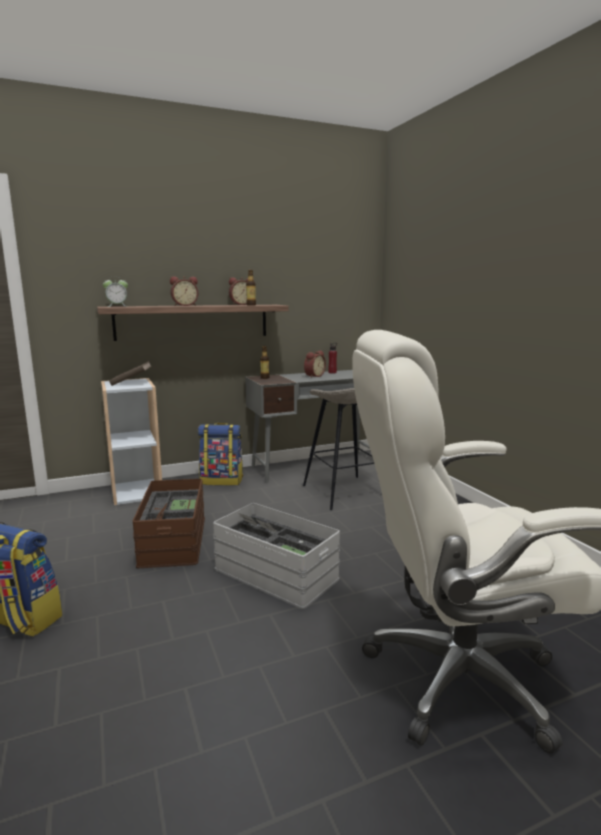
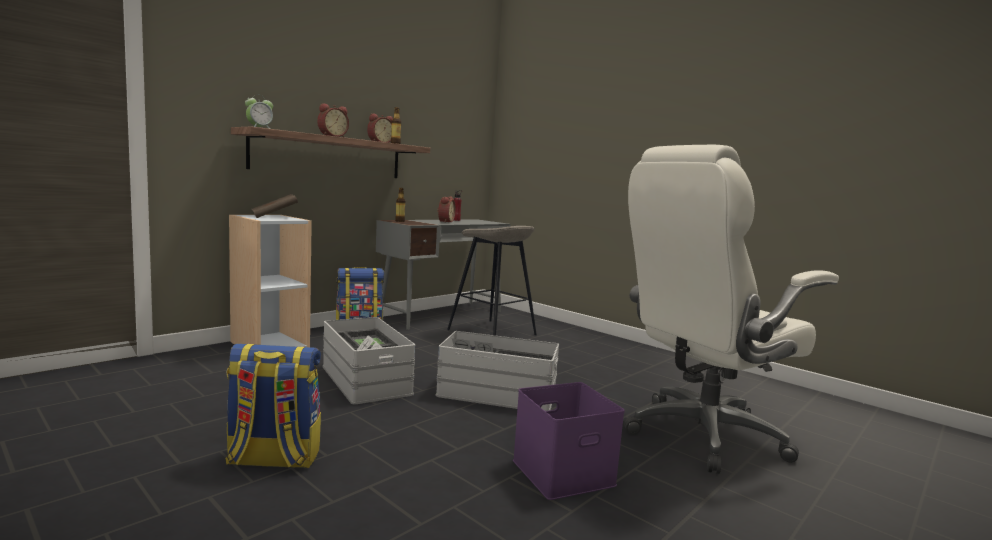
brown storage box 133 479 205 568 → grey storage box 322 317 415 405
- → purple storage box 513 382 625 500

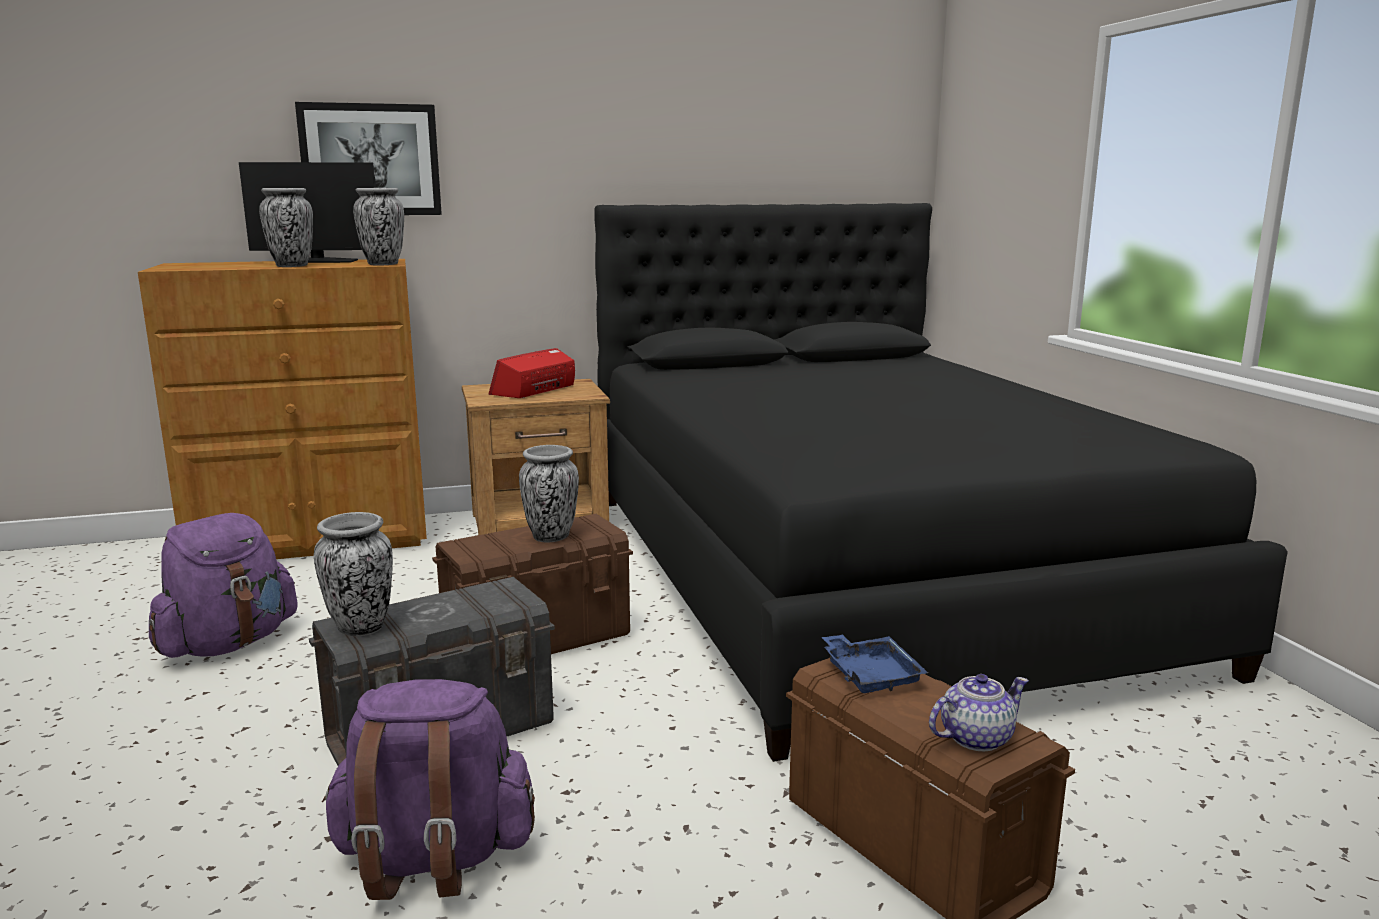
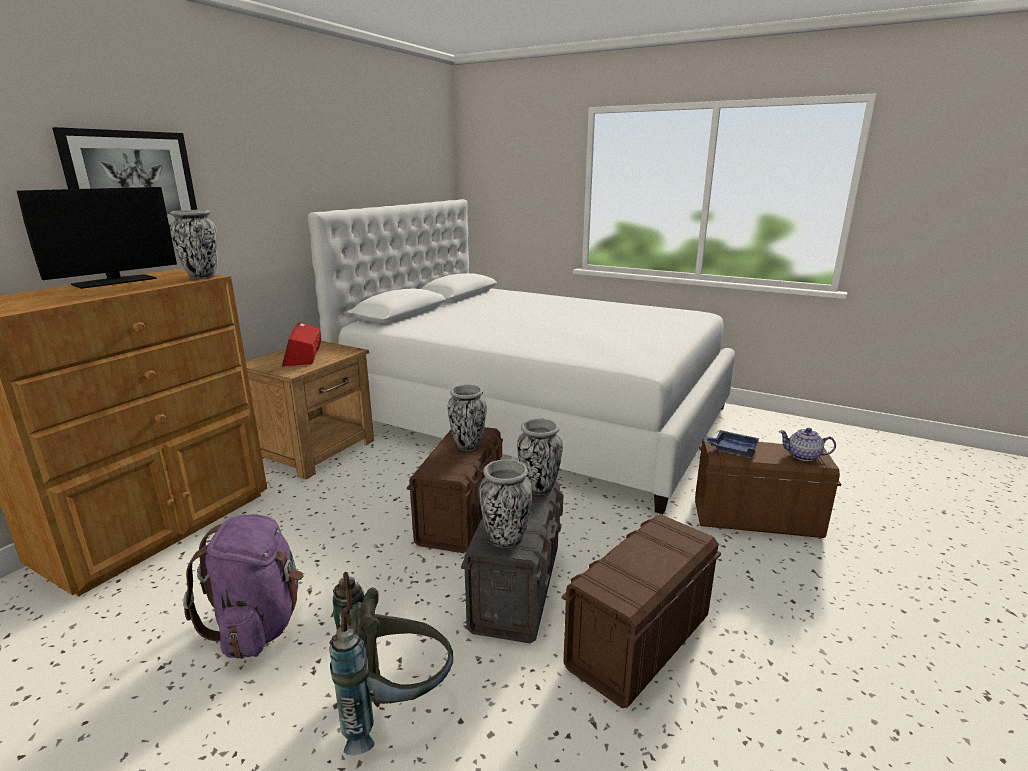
black bed 594 203 1288 762 → white bed 308 199 735 514
- → grey backpack 330 572 453 755
vase 259 188 313 267 → vase 517 418 563 495, shifted
purple backpack 322 679 535 900 → brown storage box 562 514 721 708
teapot 929 674 1029 751 → teapot 779 428 836 461, 90 degrees counterclockwise

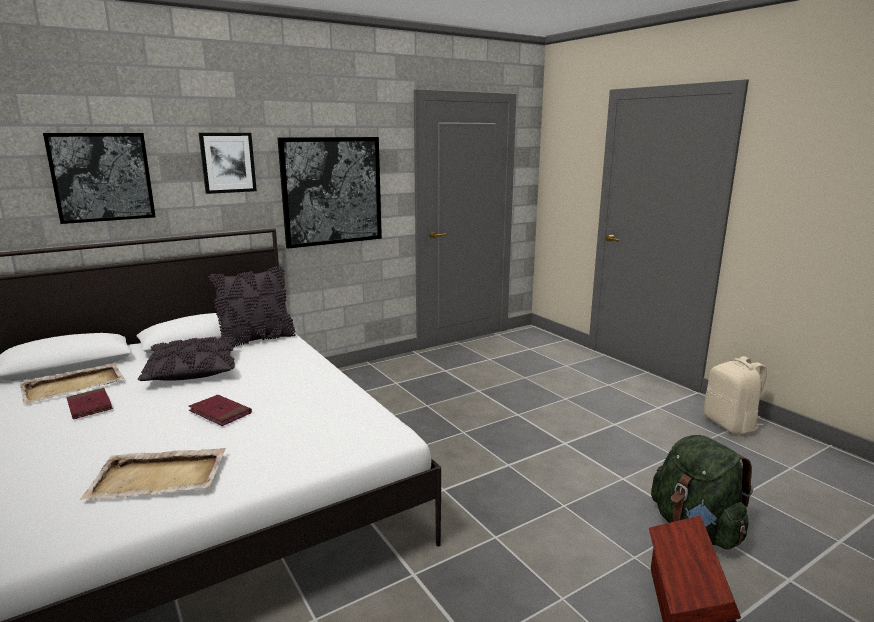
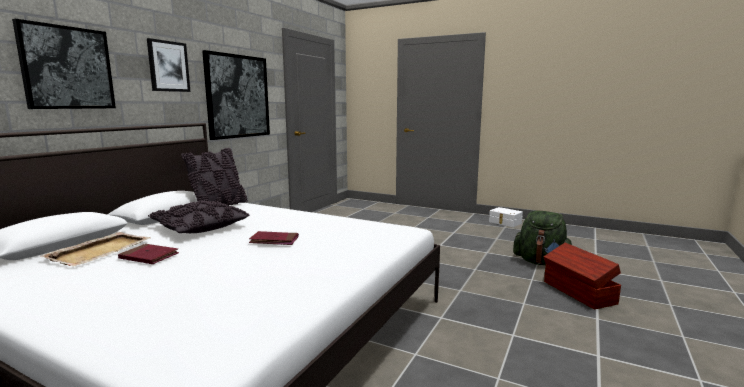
beige backpack 704 356 767 435 → white storage box 489 207 523 227
beige tray 80 448 226 500 → -

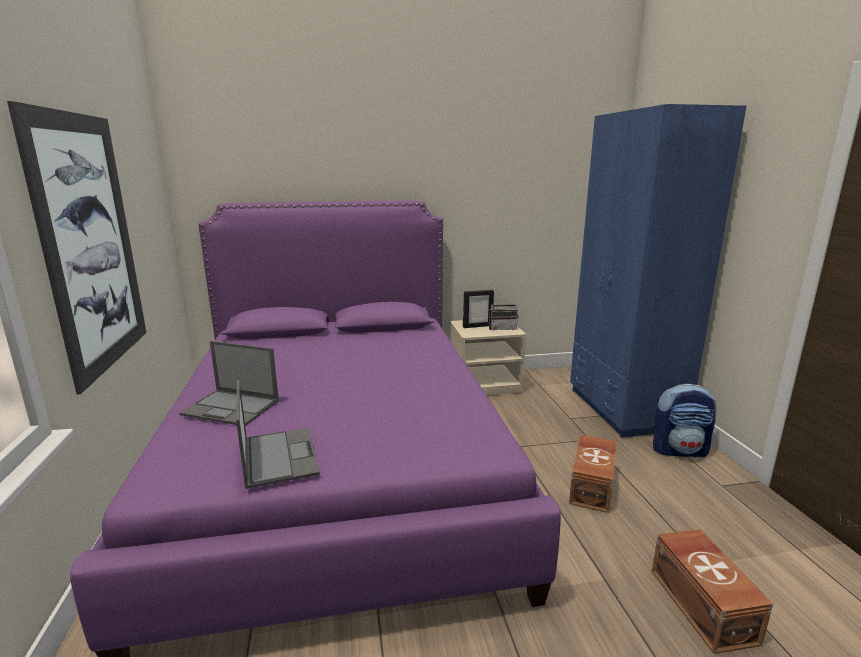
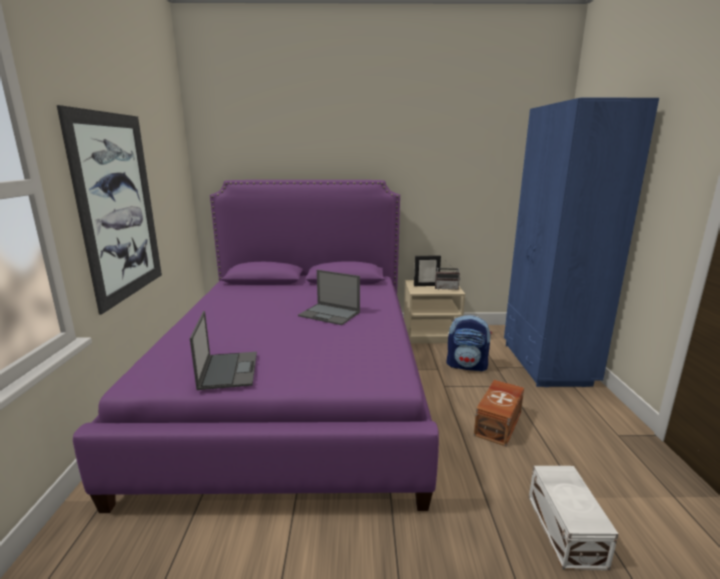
laptop 179 341 279 426 → laptop 298 270 360 325, shifted
backpack 653 383 717 458 → backpack 446 315 492 372, shifted
brown storage box 652 529 773 654 → white storage box 529 466 618 570

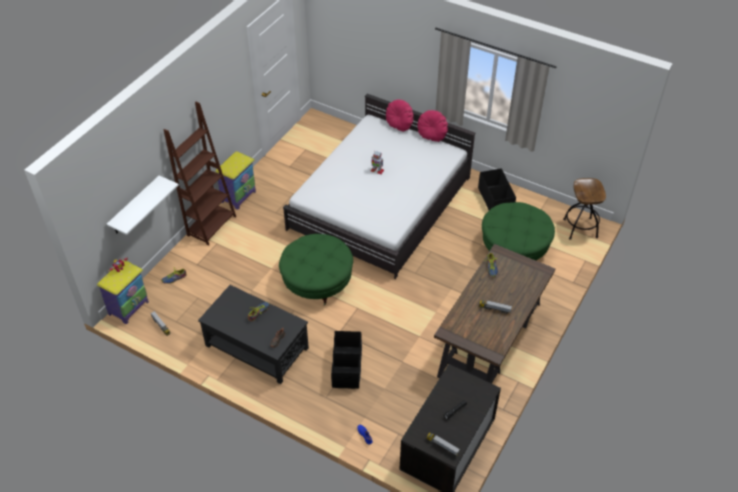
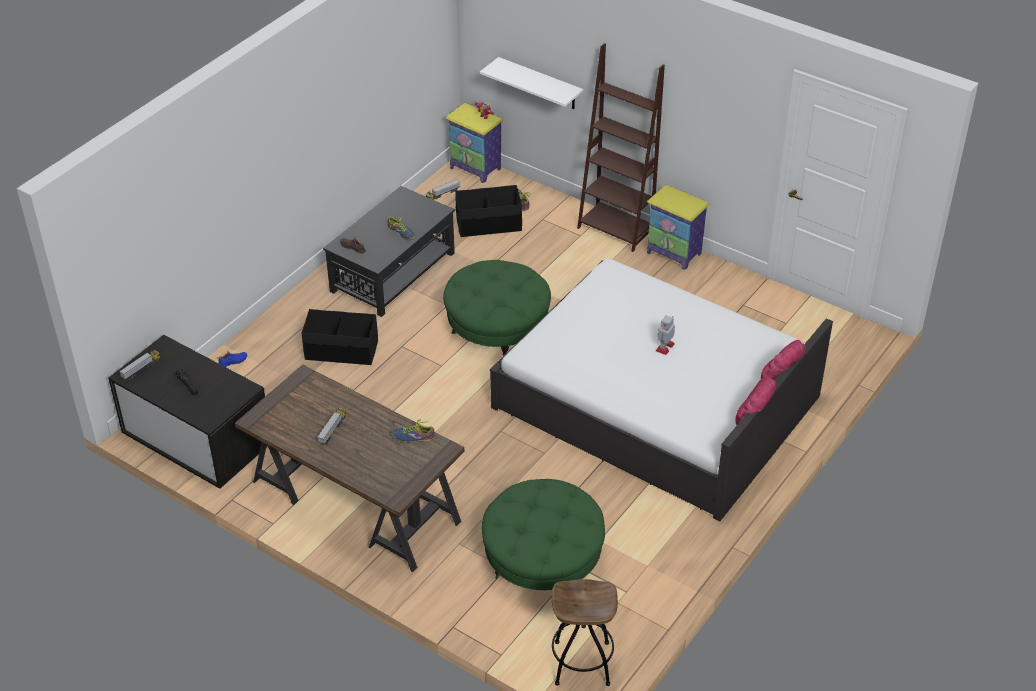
black storage box 478 168 516 210 → black storage box 455 185 522 237, shifted

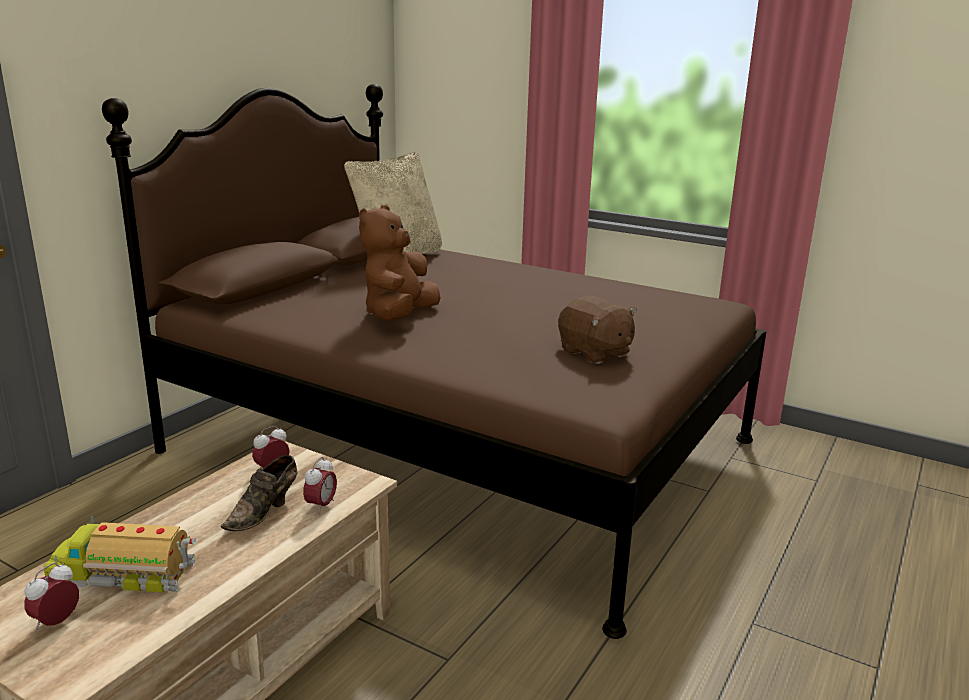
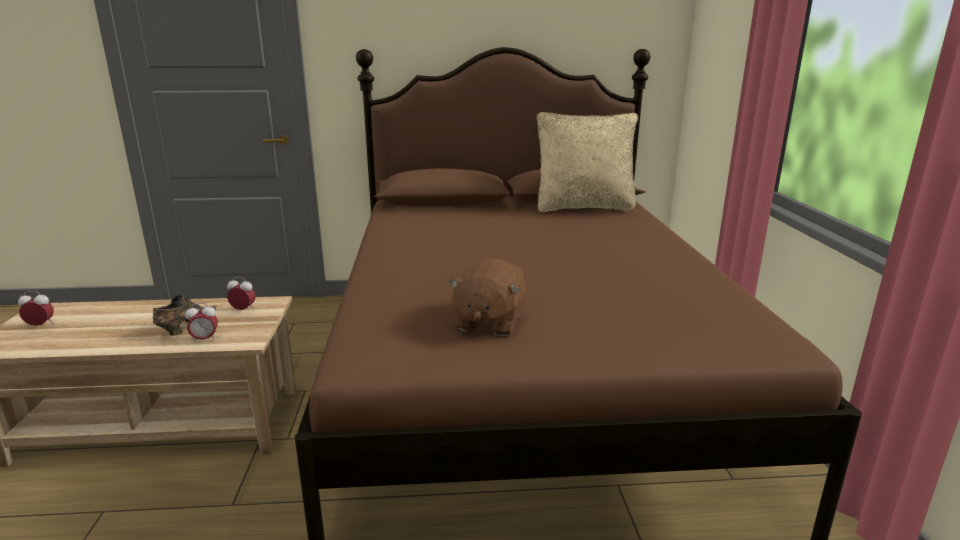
brown shoe 221 455 297 531 → brown shoe 153 295 217 336, 120 degrees clockwise
toy truck 43 516 196 592 → -
brown plush toy 359 205 440 321 → -

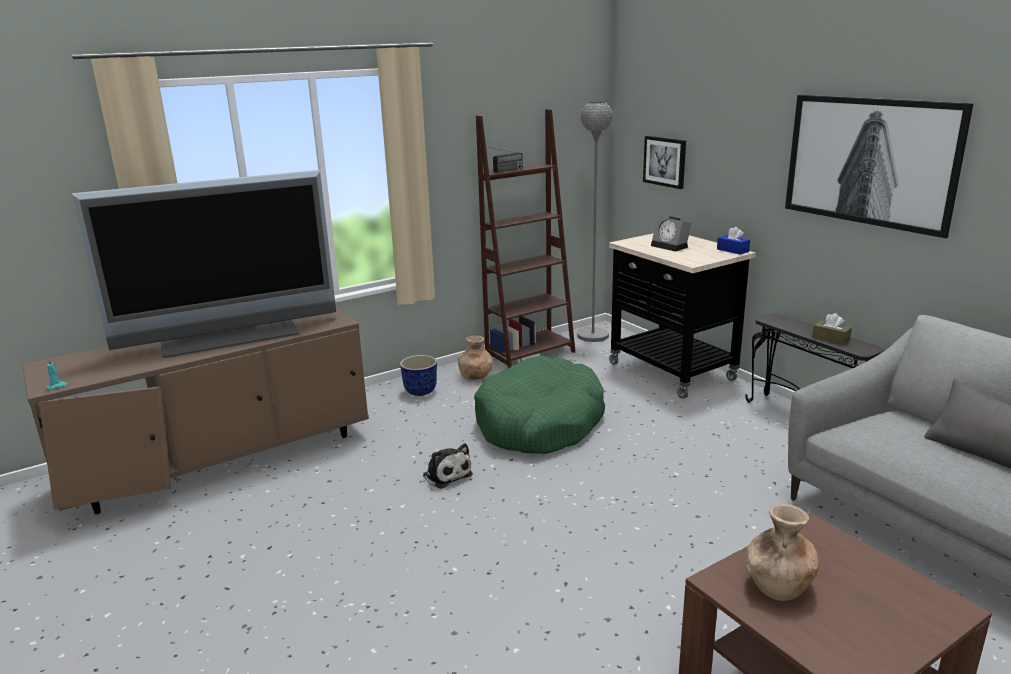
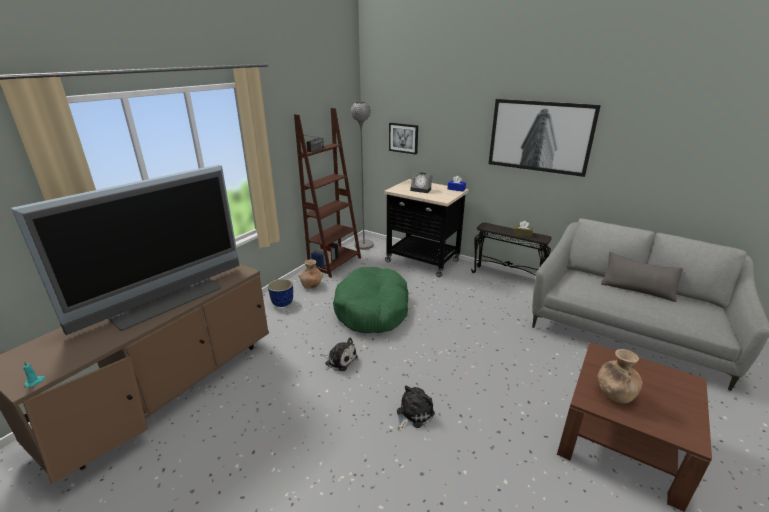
- → plush toy 397 385 435 431

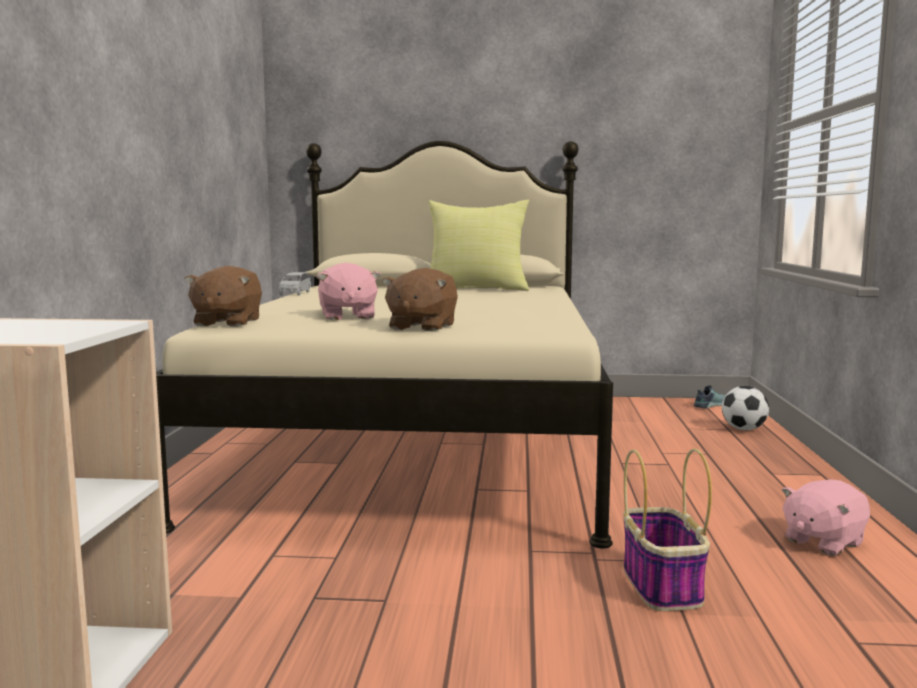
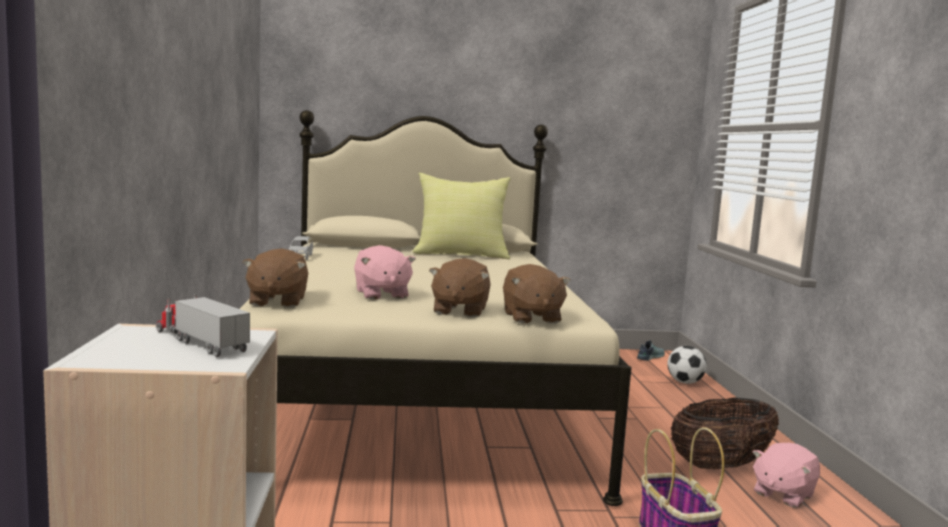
- → toy truck 156 293 250 357
- → brown plush toy 503 264 571 323
- → basket 671 398 779 469

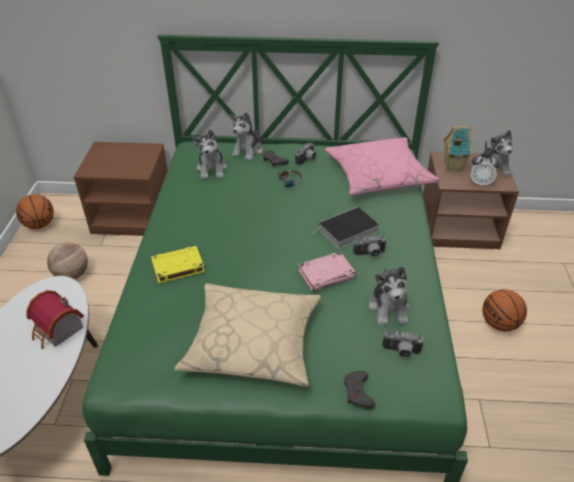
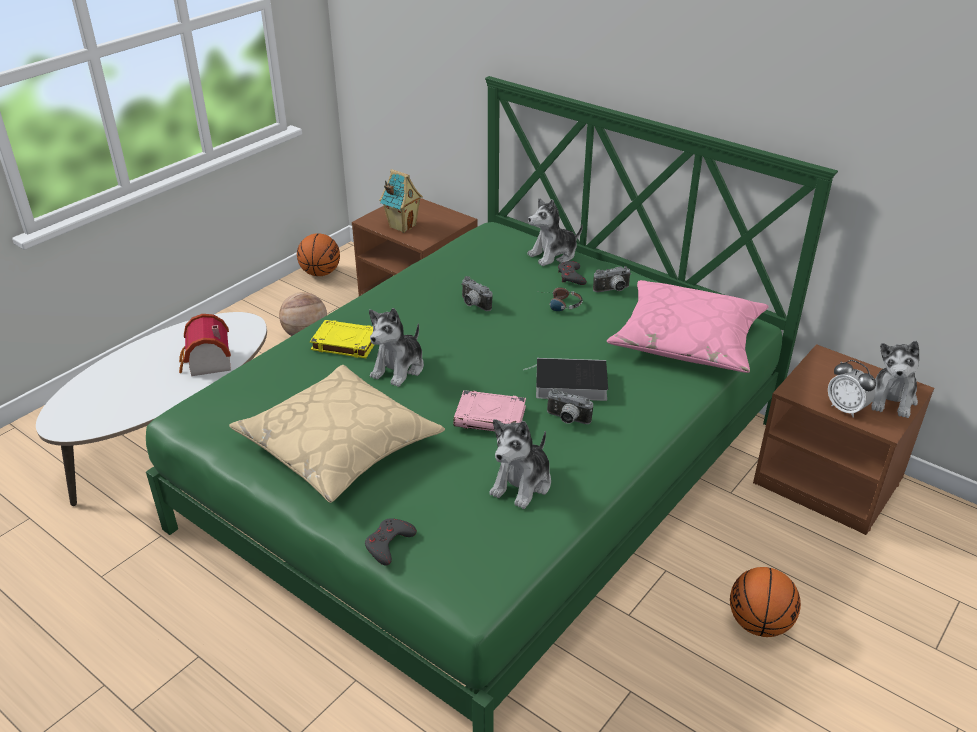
plush toy 192 129 227 179 → plush toy 369 308 424 387, shifted
toy house 443 126 472 171 → toy house 379 169 423 233, shifted
photo camera 382 329 424 358 → photo camera 461 276 493 311, shifted

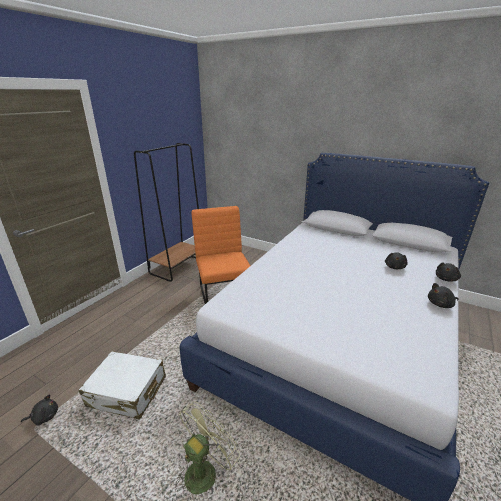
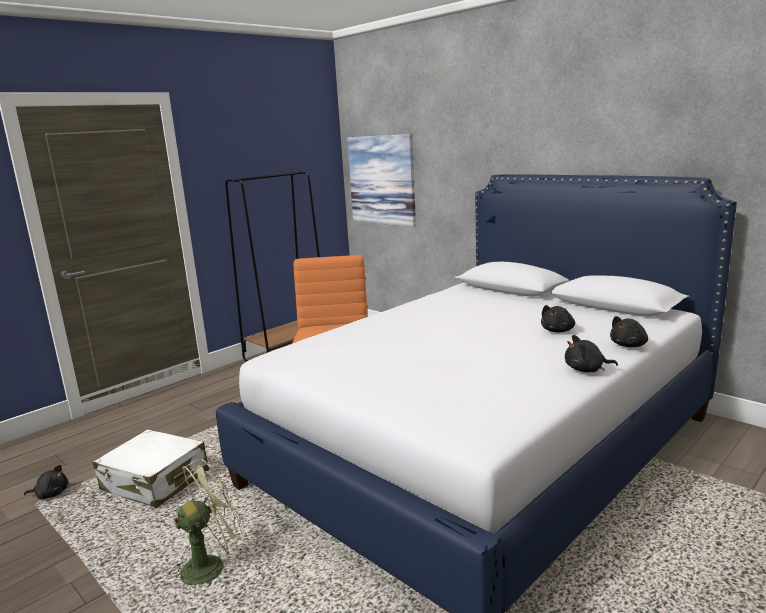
- → picture 347 134 416 227

